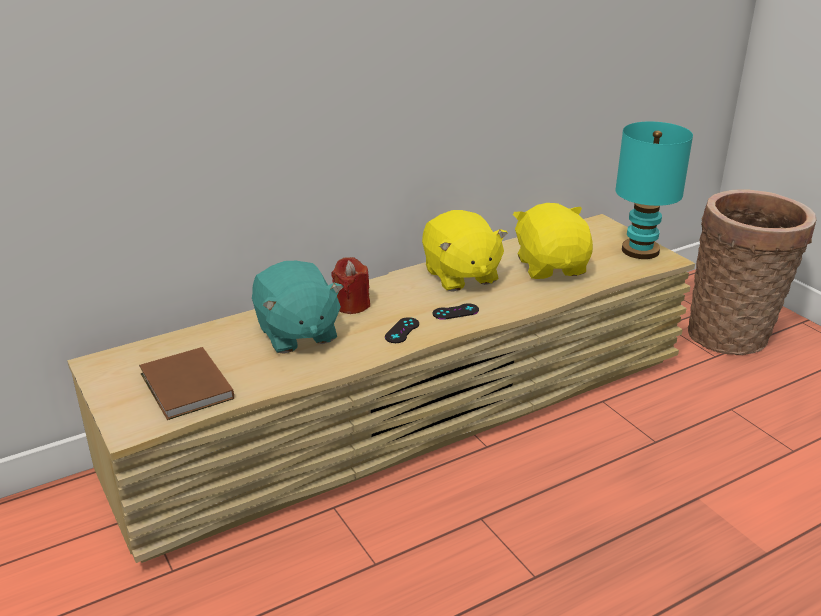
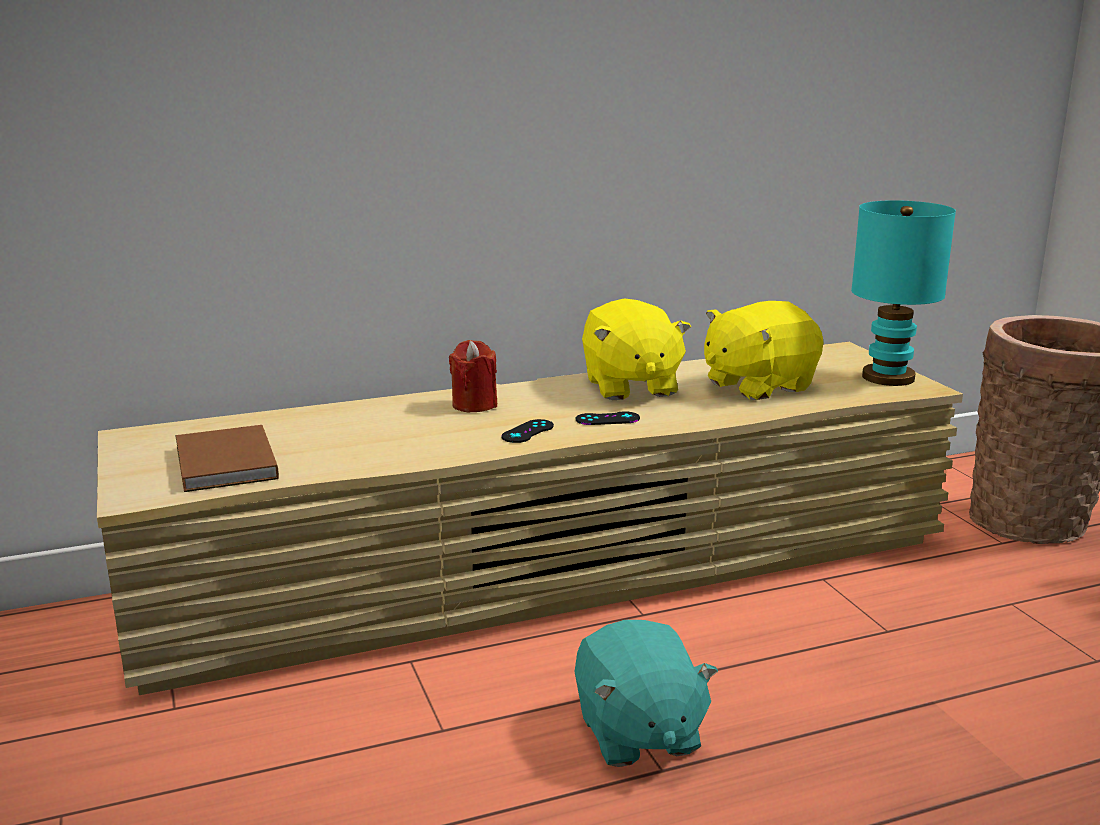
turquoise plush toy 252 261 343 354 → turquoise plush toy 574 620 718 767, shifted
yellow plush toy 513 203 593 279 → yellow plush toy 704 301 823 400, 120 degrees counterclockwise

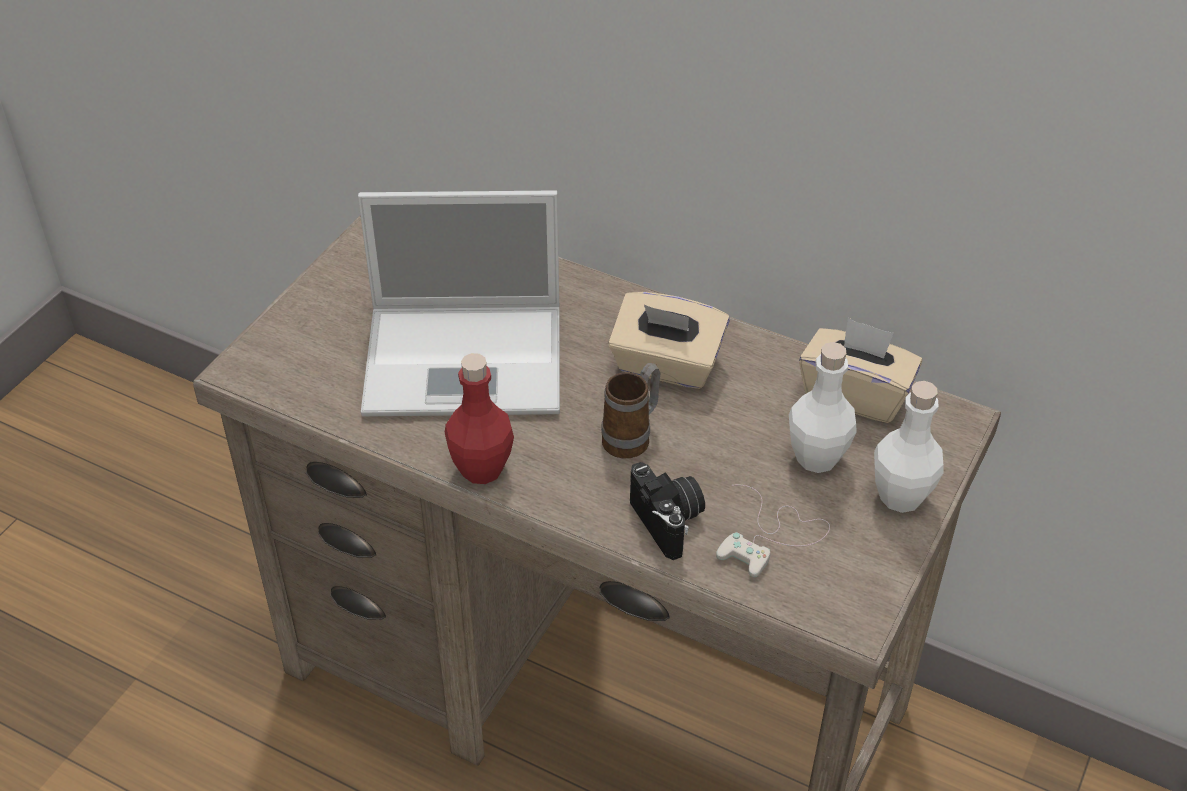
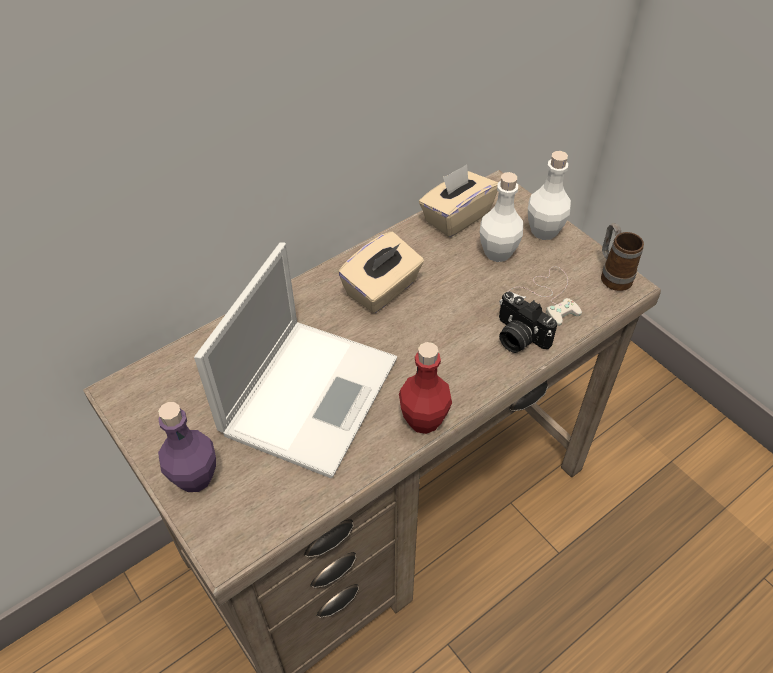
- → purple bottle 158 402 216 492
photo camera 630 462 705 560 → photo camera 499 292 557 353, 135 degrees counterclockwise
mug 601 363 661 458 → mug 601 223 644 291, shifted

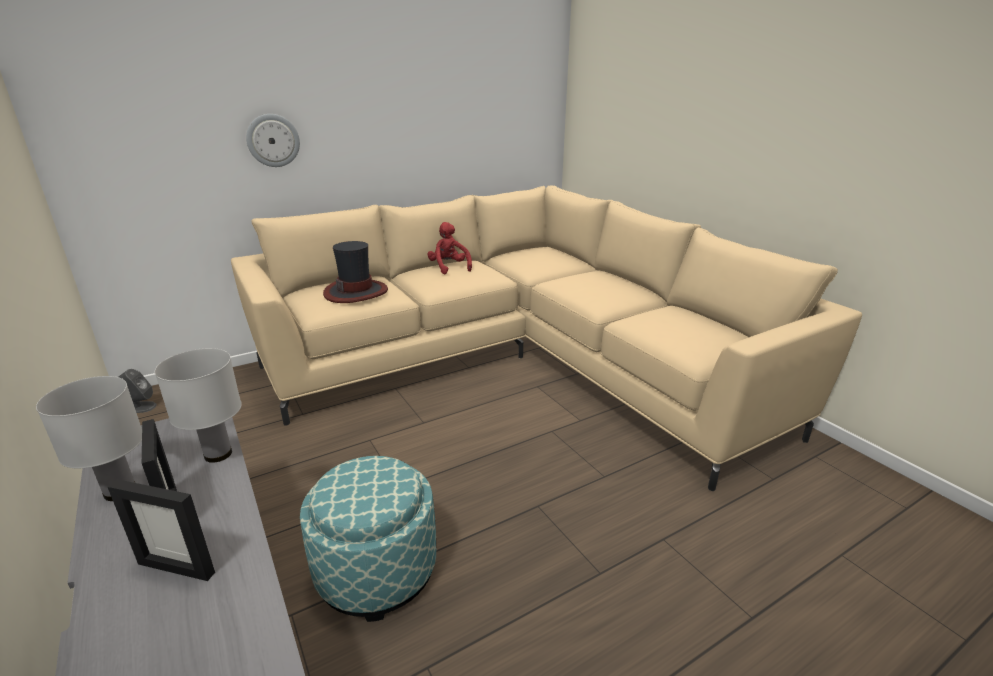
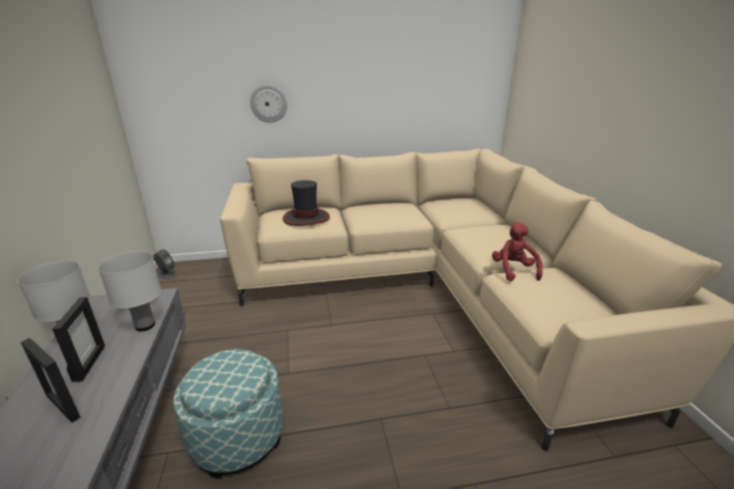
red plush toy 427 222 472 274 → red plush toy 492 222 543 281, shifted

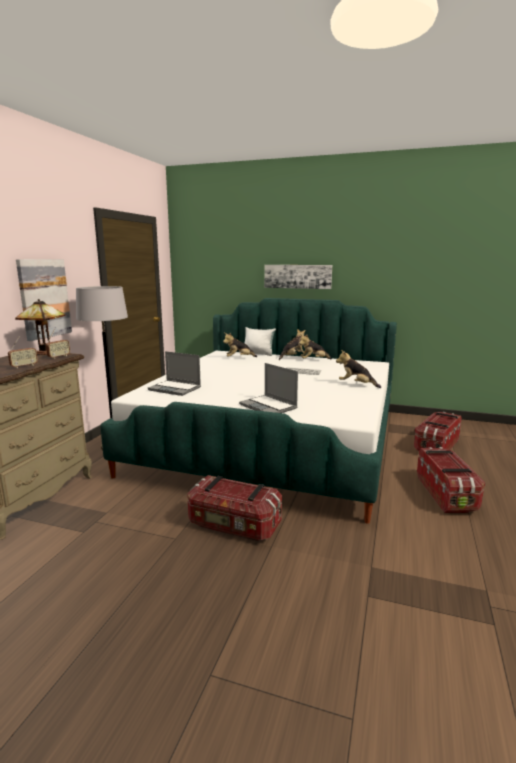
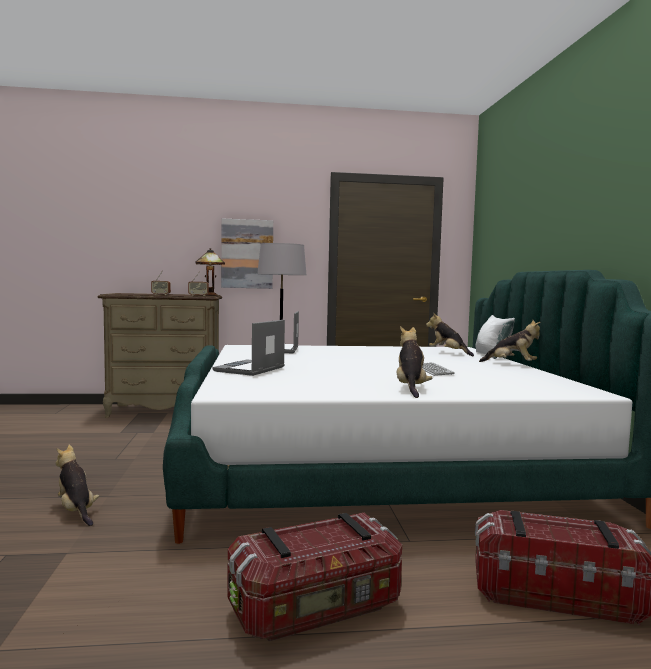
plush toy 299 334 332 359 → plush toy 55 445 99 526, shifted
storage box 187 475 282 541 → -
picture 264 265 332 289 → -

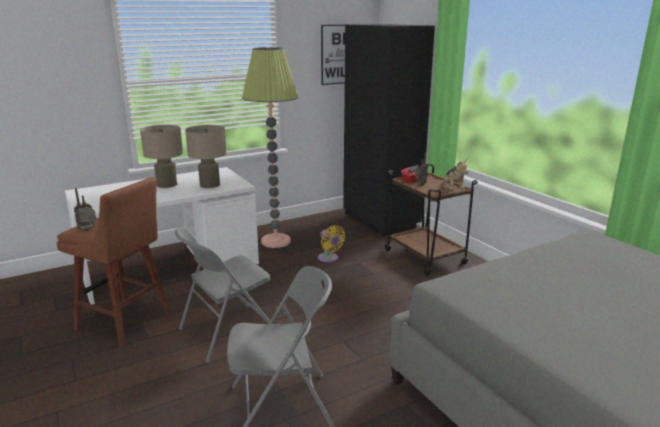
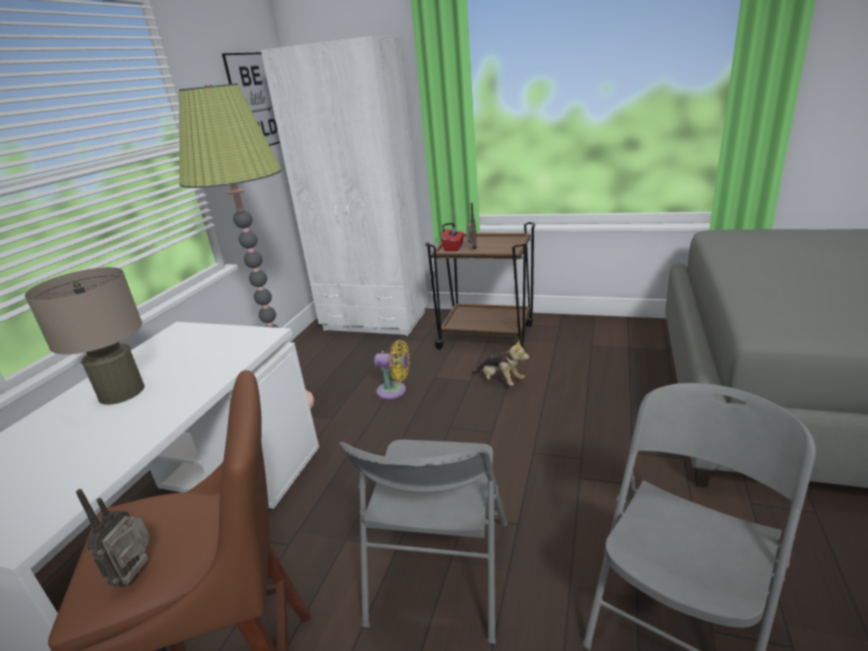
black wardrobe 343 24 435 236 → white wardrobe 261 36 429 336
plush toy 441 159 468 190 → plush toy 472 341 529 386, shifted
beige table lamp 185 125 227 188 → -

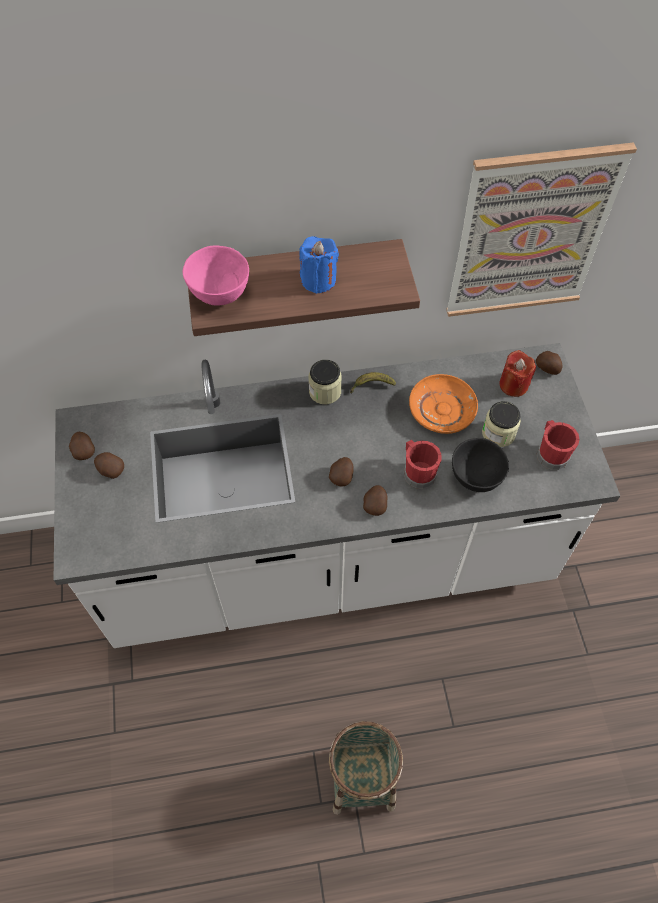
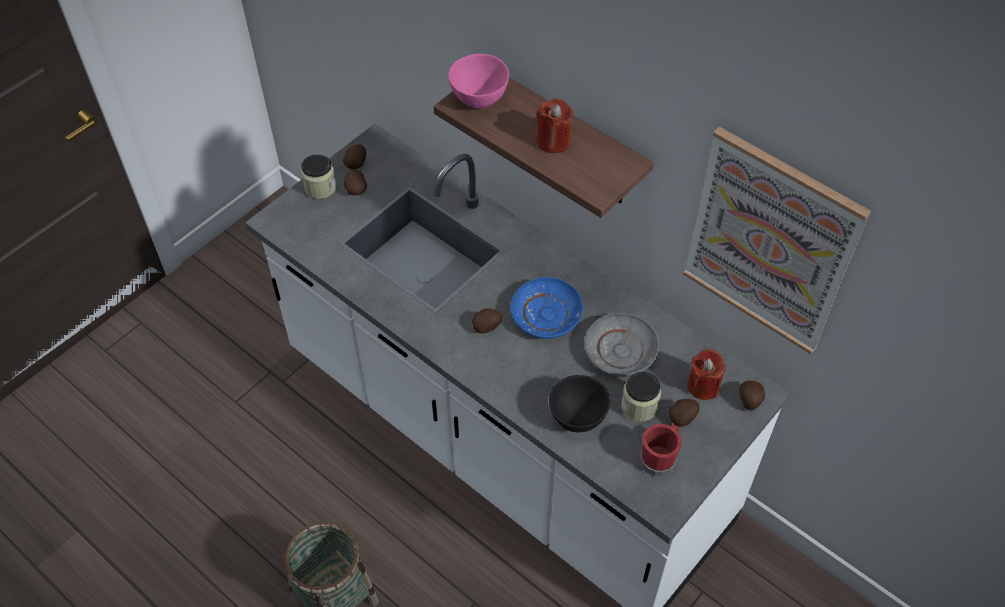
jar 308 360 342 404 → jar 301 154 337 199, shifted
- → blue plate 510 277 583 339
blue candle 299 236 339 294 → red candle 536 98 574 153
orange plate 409 374 478 434 → grey plate 584 313 659 377
potato 363 485 388 516 → potato 668 399 700 427, shifted
banana 350 372 396 393 → -
red mug 404 440 442 489 → -

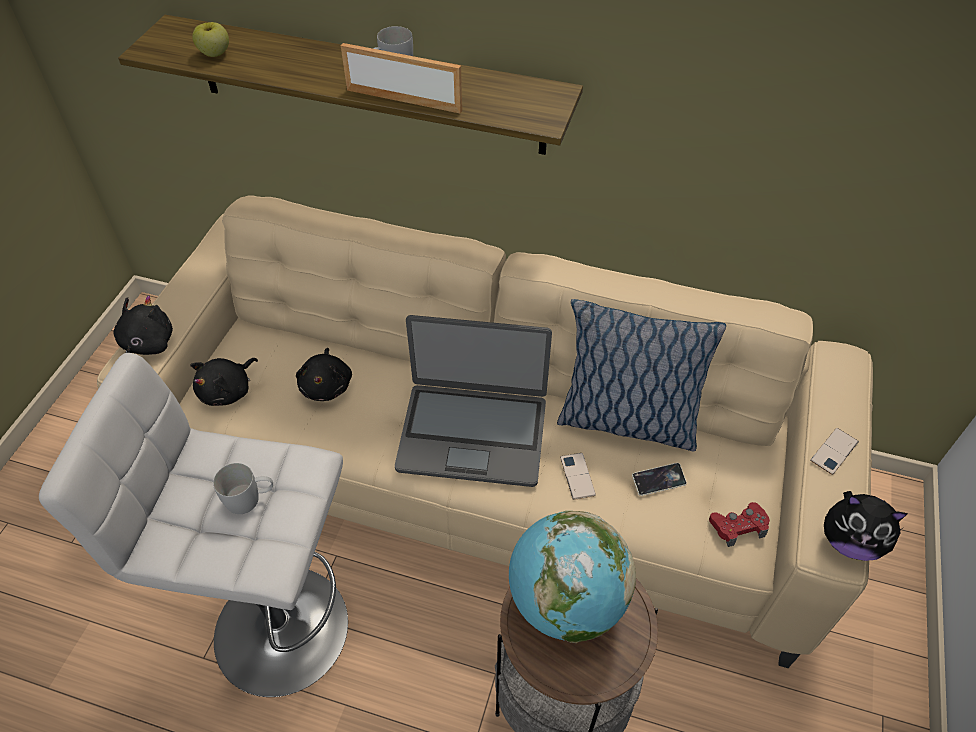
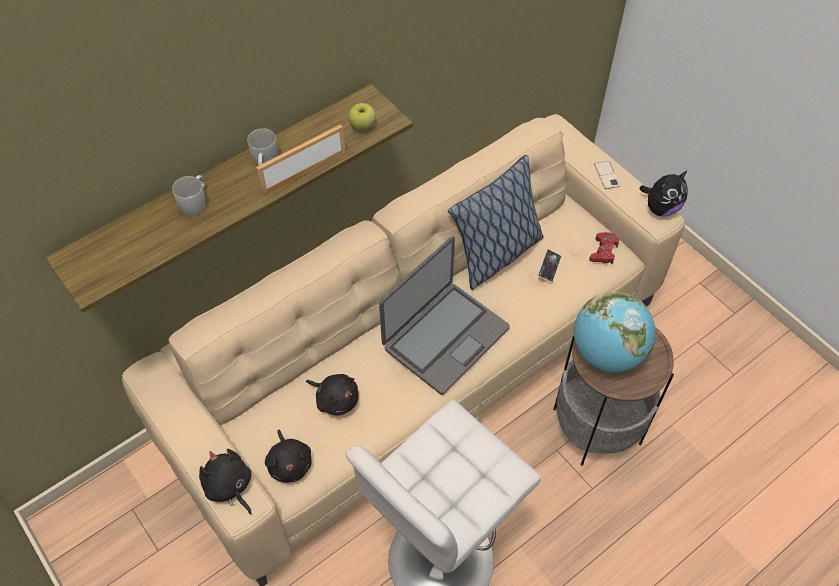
white mug 213 463 273 514 → white mug 172 175 206 216, shifted
apple 192 22 229 57 → apple 348 103 376 130, shifted
phone 560 453 596 500 → -

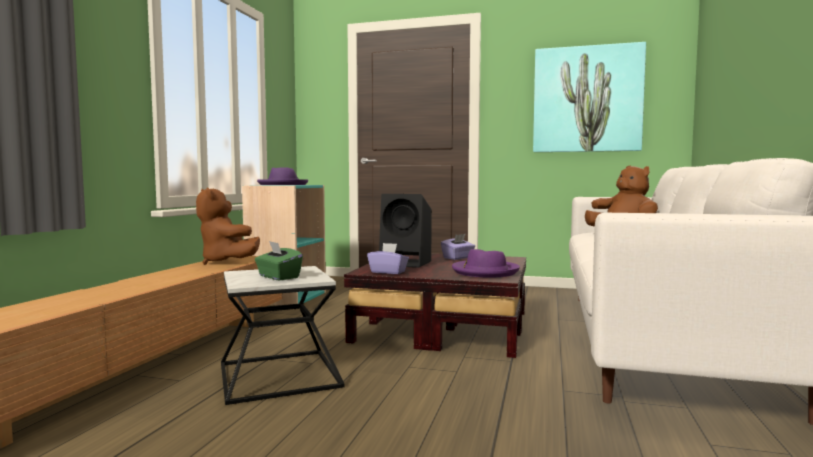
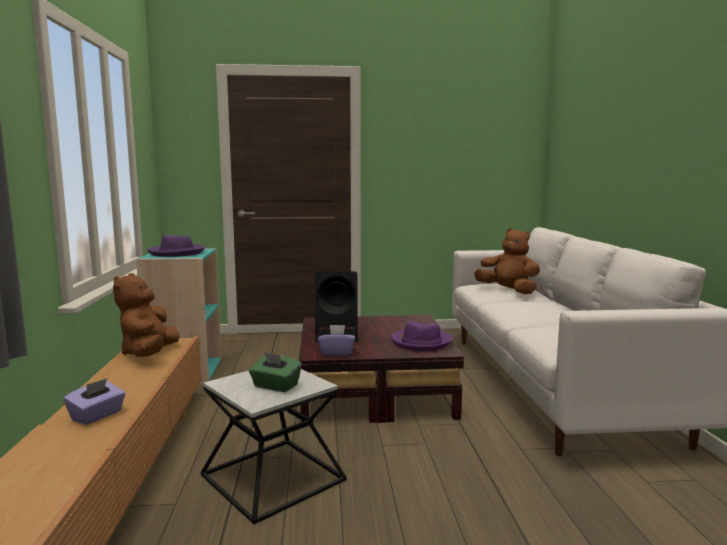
purple tissue box 441 234 475 260 → purple tissue box 64 378 125 425, shifted
brown plush toy 196 188 260 265 → brown plush toy 113 273 180 357, 60 degrees clockwise
picture 533 42 646 152 → -

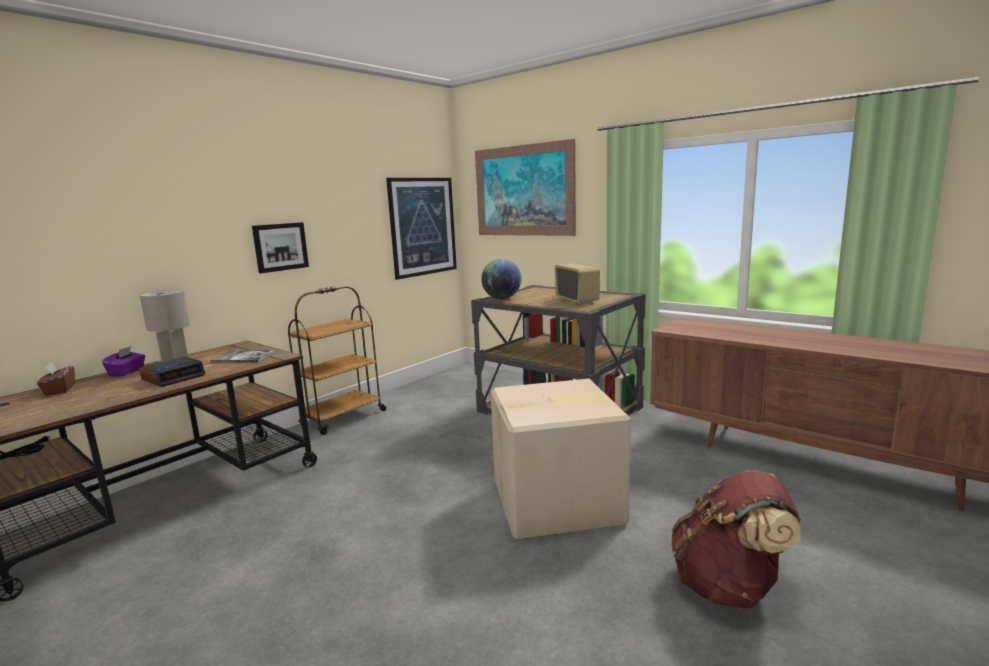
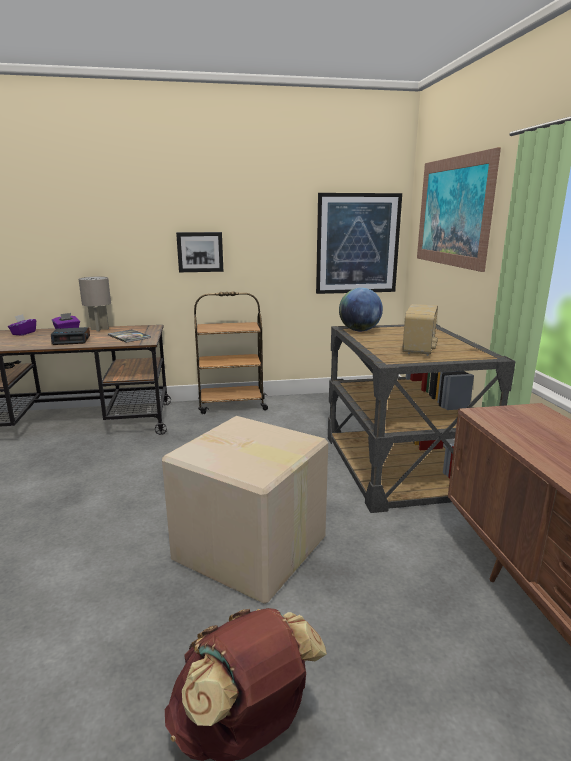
brown tissue box 37 362 75 395 → purple tissue box 8 314 36 336

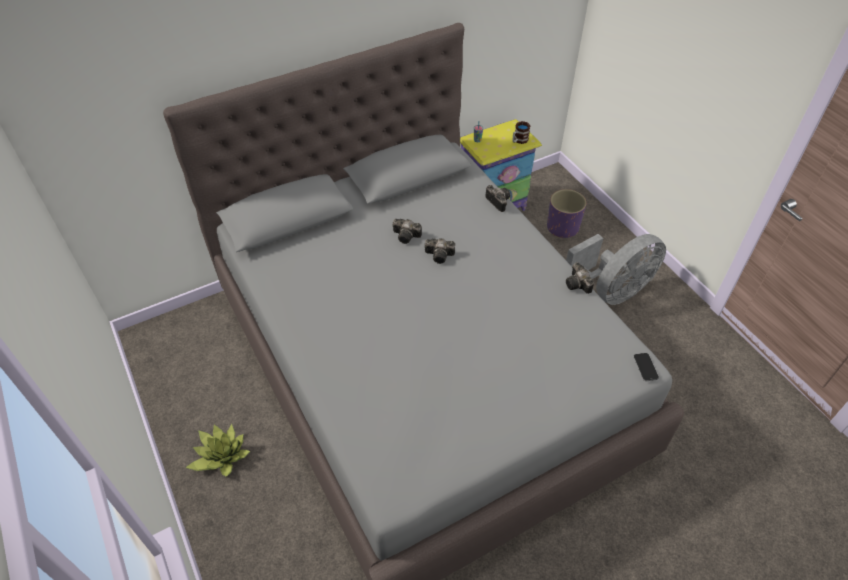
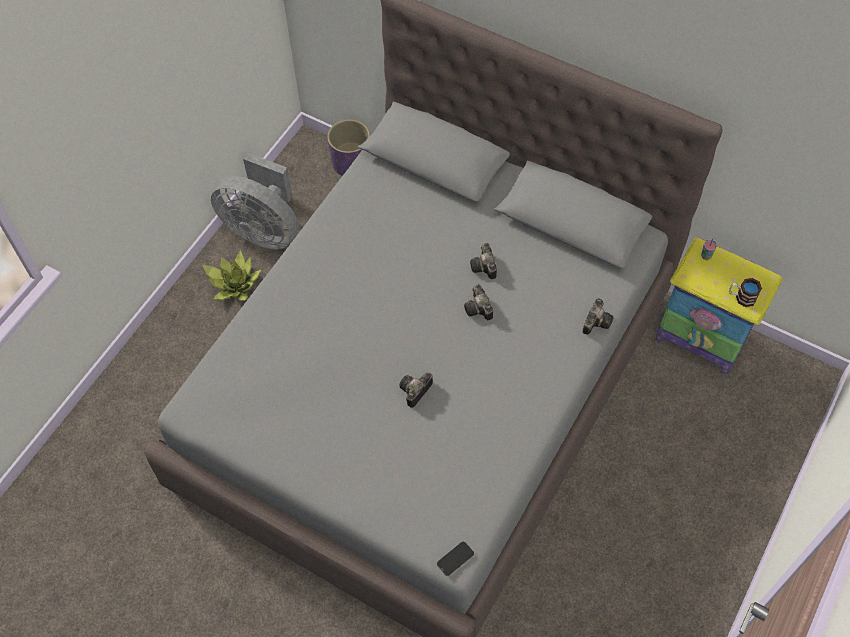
grey fan 566 234 666 305 → grey fan 211 153 298 249, shifted
purple planter 547 189 586 238 → purple planter 327 119 370 176, shifted
photo camera 566 262 594 294 → photo camera 399 372 433 408, shifted

